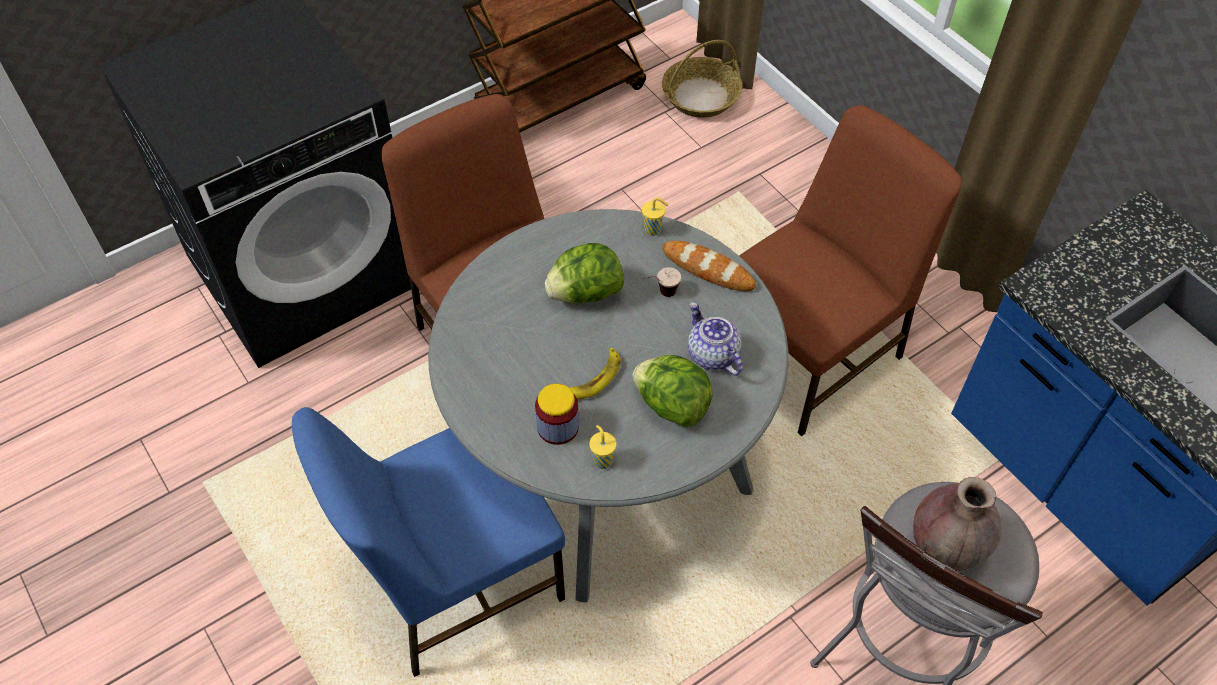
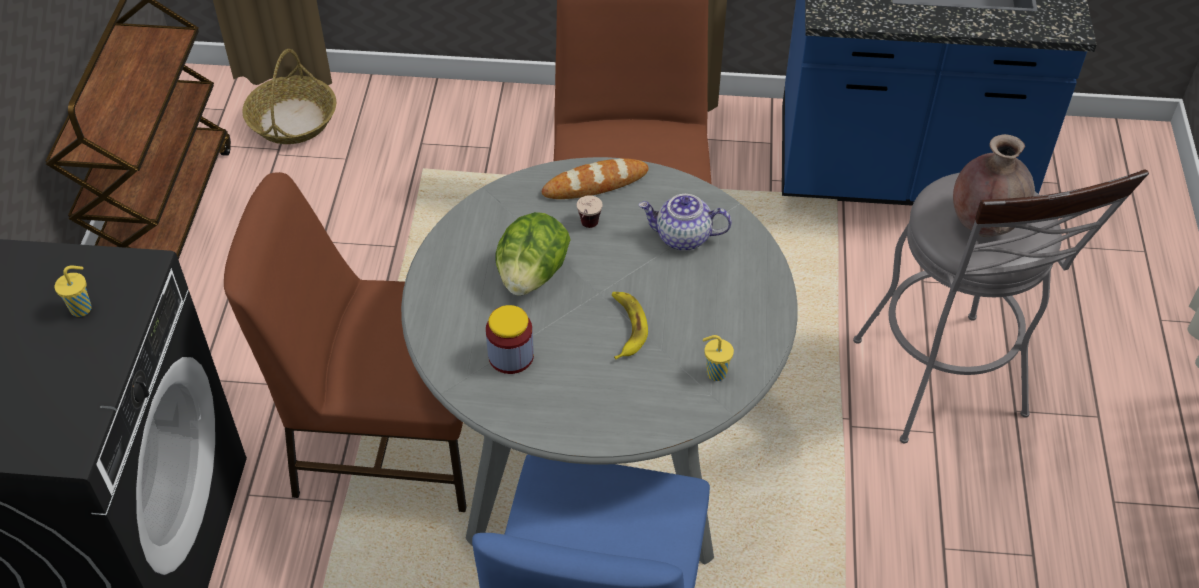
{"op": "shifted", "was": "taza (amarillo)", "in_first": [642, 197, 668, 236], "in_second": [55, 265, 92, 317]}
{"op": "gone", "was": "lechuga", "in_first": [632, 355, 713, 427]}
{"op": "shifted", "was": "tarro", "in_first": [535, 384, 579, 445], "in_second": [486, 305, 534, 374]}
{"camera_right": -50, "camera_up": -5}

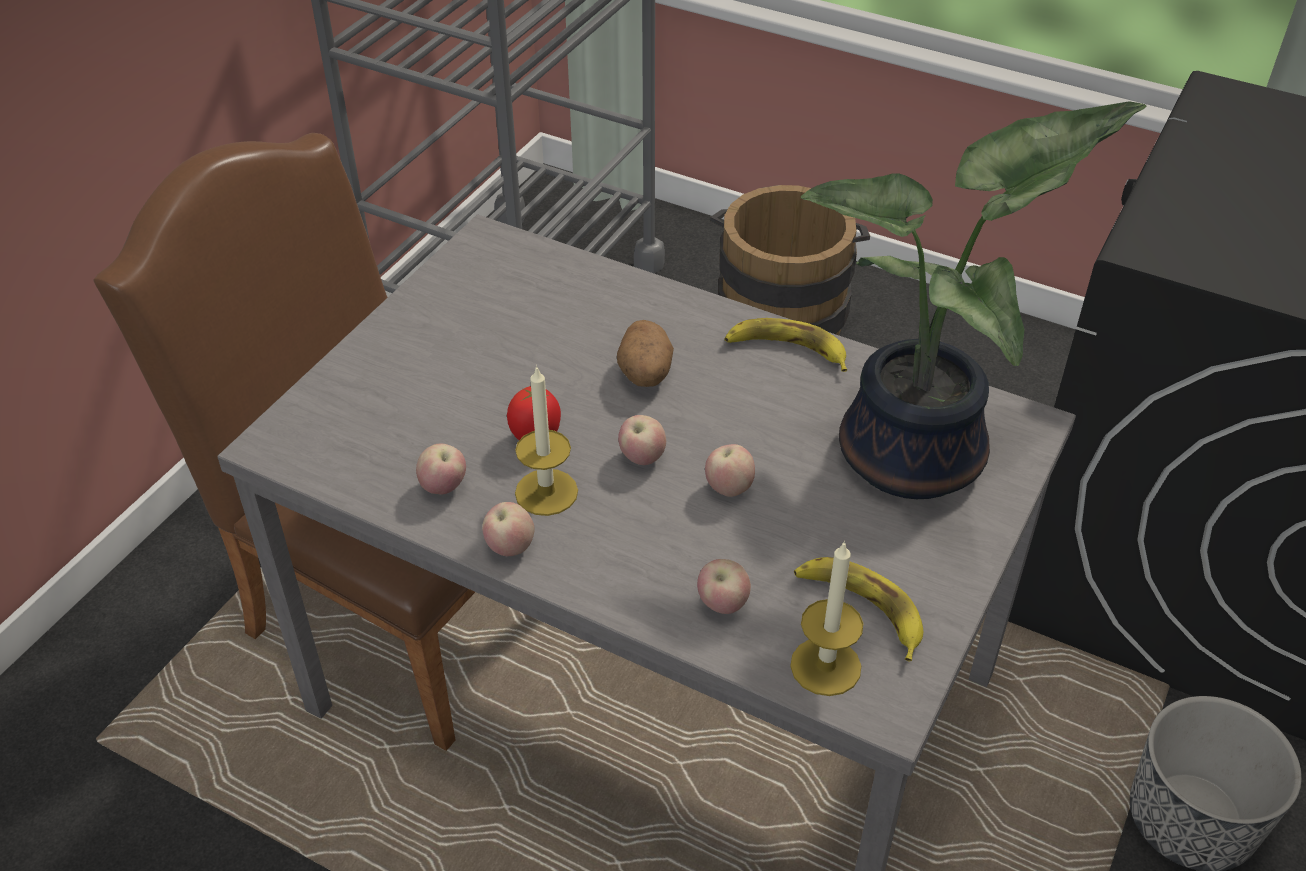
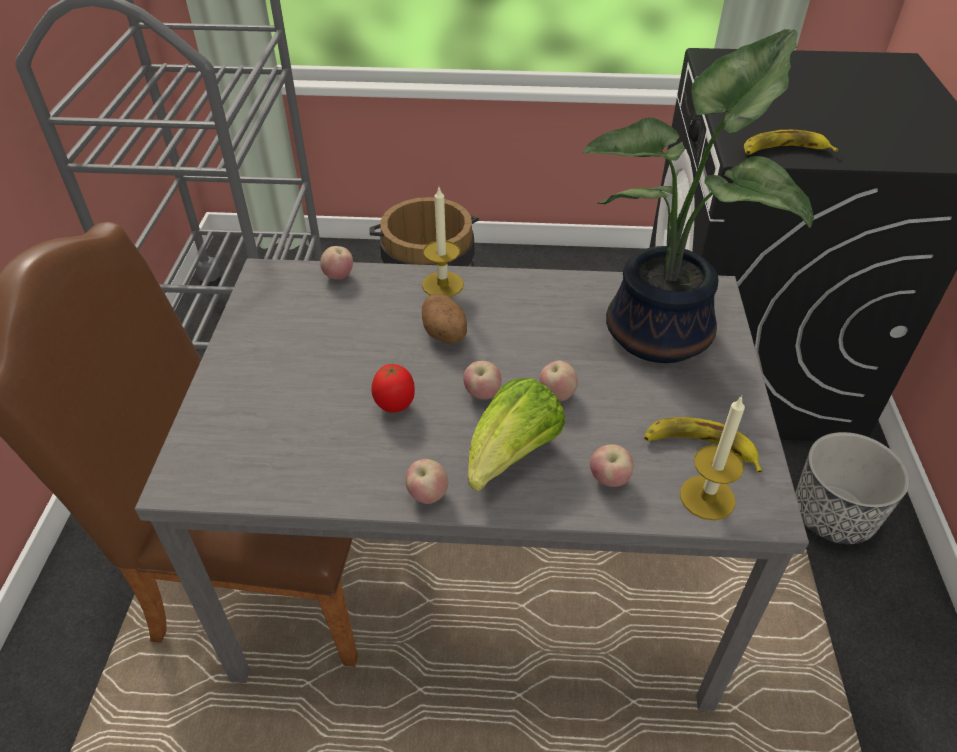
{"op": "shifted", "was": "plátano", "in_first": [724, 318, 847, 372], "in_second": [744, 130, 838, 155]}
{"op": "shifted", "was": "vela", "in_first": [515, 365, 578, 516], "in_second": [422, 188, 464, 297]}
{"op": "shifted", "was": "manzana", "in_first": [416, 444, 466, 494], "in_second": [320, 246, 353, 279]}
{"op": "new", "now": "lechuga", "in_second": [468, 378, 565, 491]}
{"camera_right": -25, "camera_up": 0}

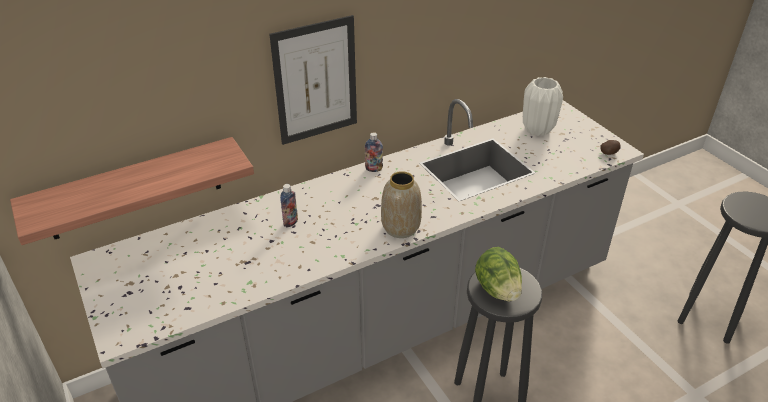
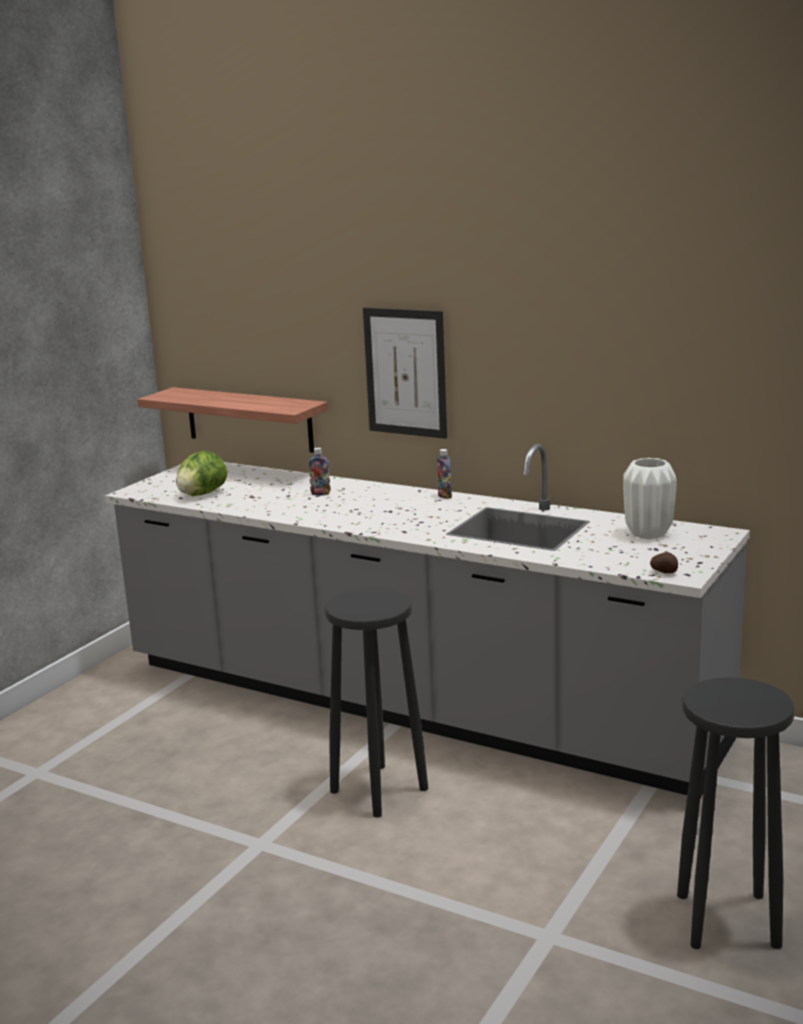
{"op": "gone", "was": "florero", "in_first": [381, 171, 422, 238]}
{"op": "shifted", "was": "lechuga", "in_first": [475, 247, 522, 301], "in_second": [176, 451, 227, 496]}
{"camera_right": 60, "camera_up": -20}

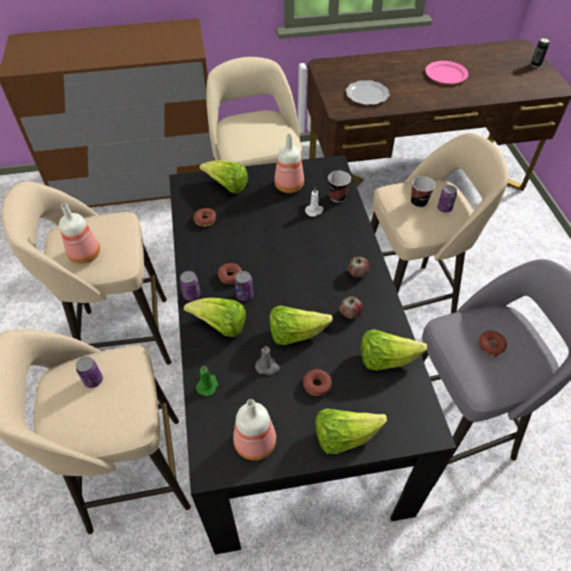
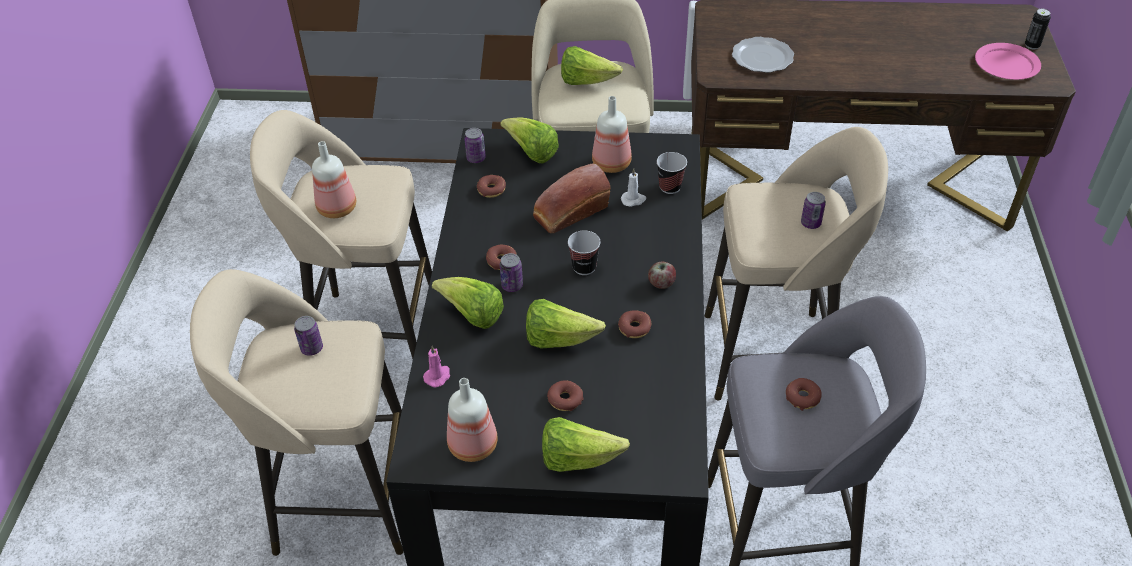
{"op": "shifted", "was": "plato (rosa)", "in_first": [425, 61, 468, 84], "in_second": [975, 43, 1041, 80]}
{"op": "shifted", "was": "taza", "in_first": [411, 176, 435, 208], "in_second": [568, 230, 601, 275]}
{"op": "shifted", "was": "lata", "in_first": [180, 271, 200, 301], "in_second": [464, 128, 486, 163]}
{"op": "swapped", "was": "manzana", "now": "rosquilla", "in_first": [339, 296, 363, 319], "in_second": [618, 310, 651, 338]}
{"op": "shifted", "was": "lechuga", "in_first": [361, 329, 427, 370], "in_second": [561, 46, 623, 85]}
{"op": "gone", "was": "vela (gris)", "in_first": [255, 345, 280, 375]}
{"op": "repainted", "was": "vela (verde)", "now": "vela (rosa)", "in_first": [196, 366, 218, 396], "in_second": [423, 346, 450, 387]}
{"op": "new", "now": "pan", "in_second": [533, 163, 610, 233]}
{"camera_right": 15, "camera_up": -5}

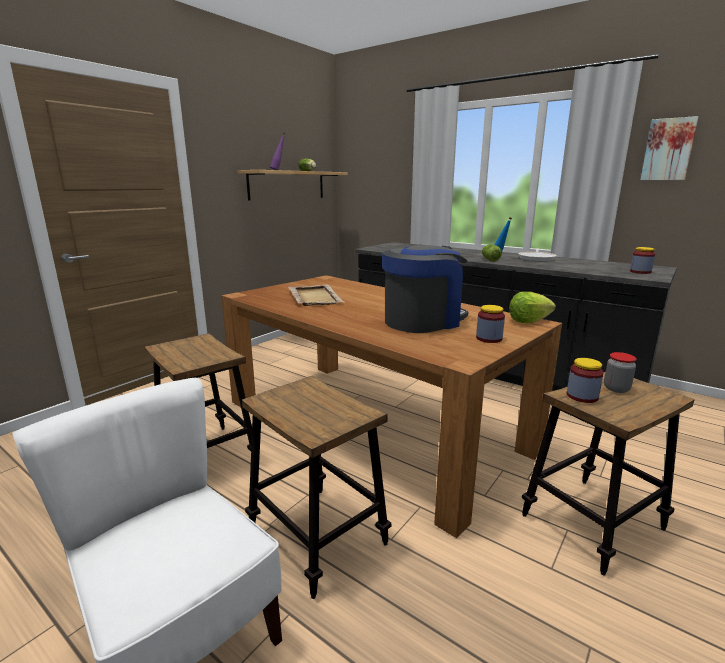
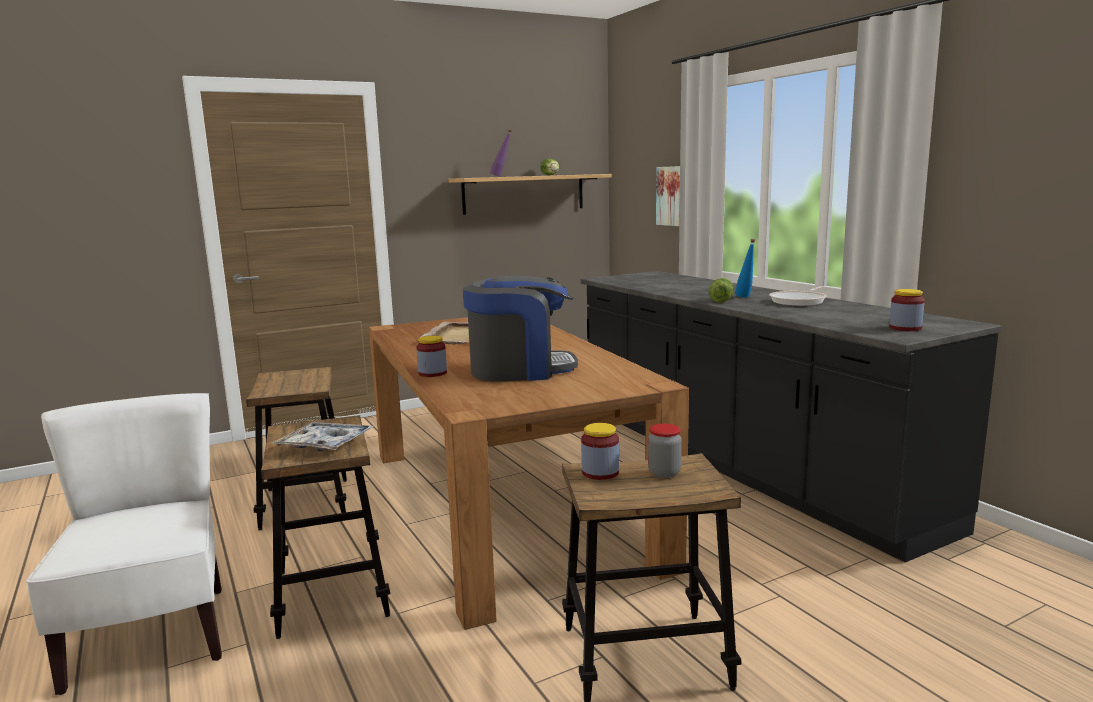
{"op": "shifted", "was": "cuadro", "in_first": [641, 116, 699, 180], "in_second": [656, 166, 680, 226]}
{"op": "gone", "was": "lechuga", "in_first": [509, 292, 556, 323]}
{"op": "shifted", "was": "tarro", "in_first": [476, 305, 505, 343], "in_second": [416, 336, 447, 377]}
{"op": "new", "now": "bandeja", "in_second": [272, 422, 374, 452]}
{"camera_right": 25, "camera_up": -5}

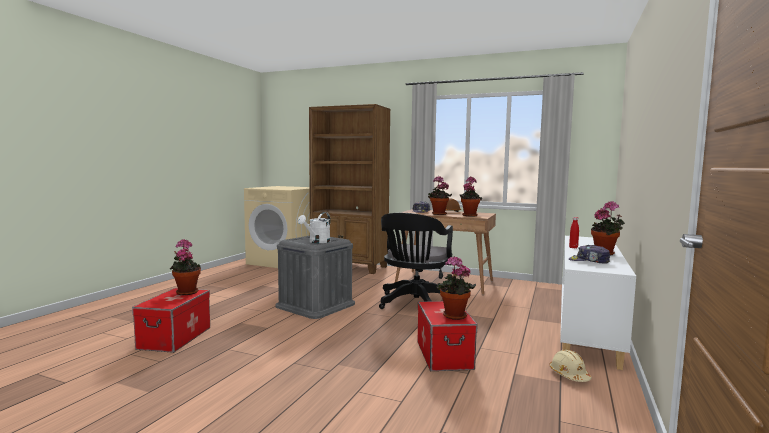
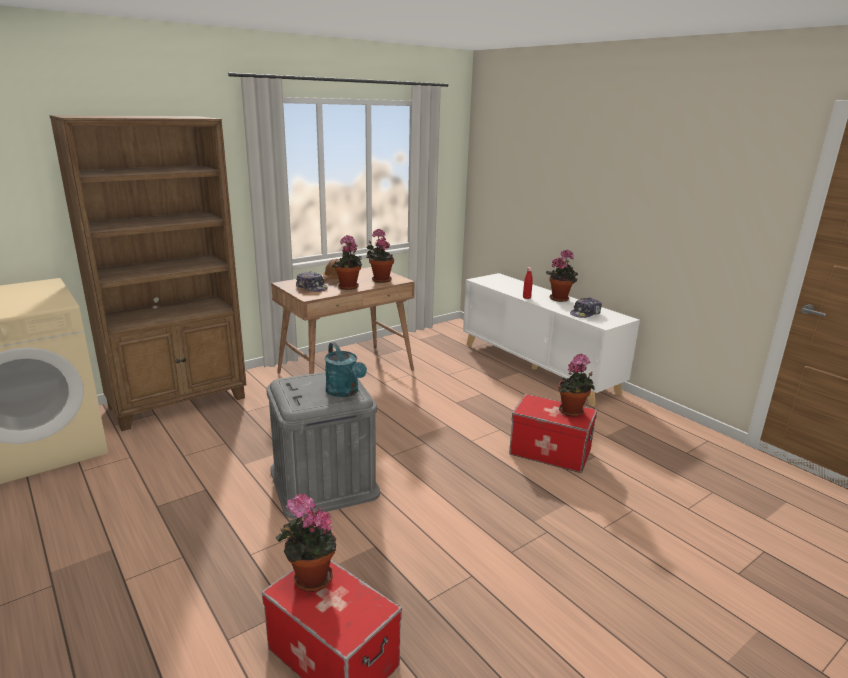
{"op": "repainted", "was": "regadera (blanco)", "now": "regadera (turquesa)", "in_first": [298, 212, 331, 243], "in_second": [325, 342, 367, 397]}
{"op": "gone", "was": "silla de oficina (negro)", "in_first": [379, 213, 453, 309]}
{"op": "gone", "was": "casco (beis)", "in_first": [550, 350, 592, 382]}
{"camera_right": -60, "camera_up": 15}

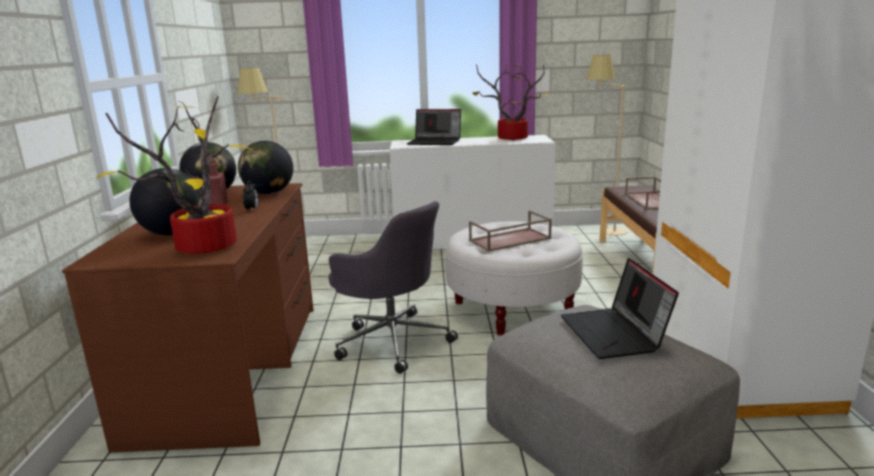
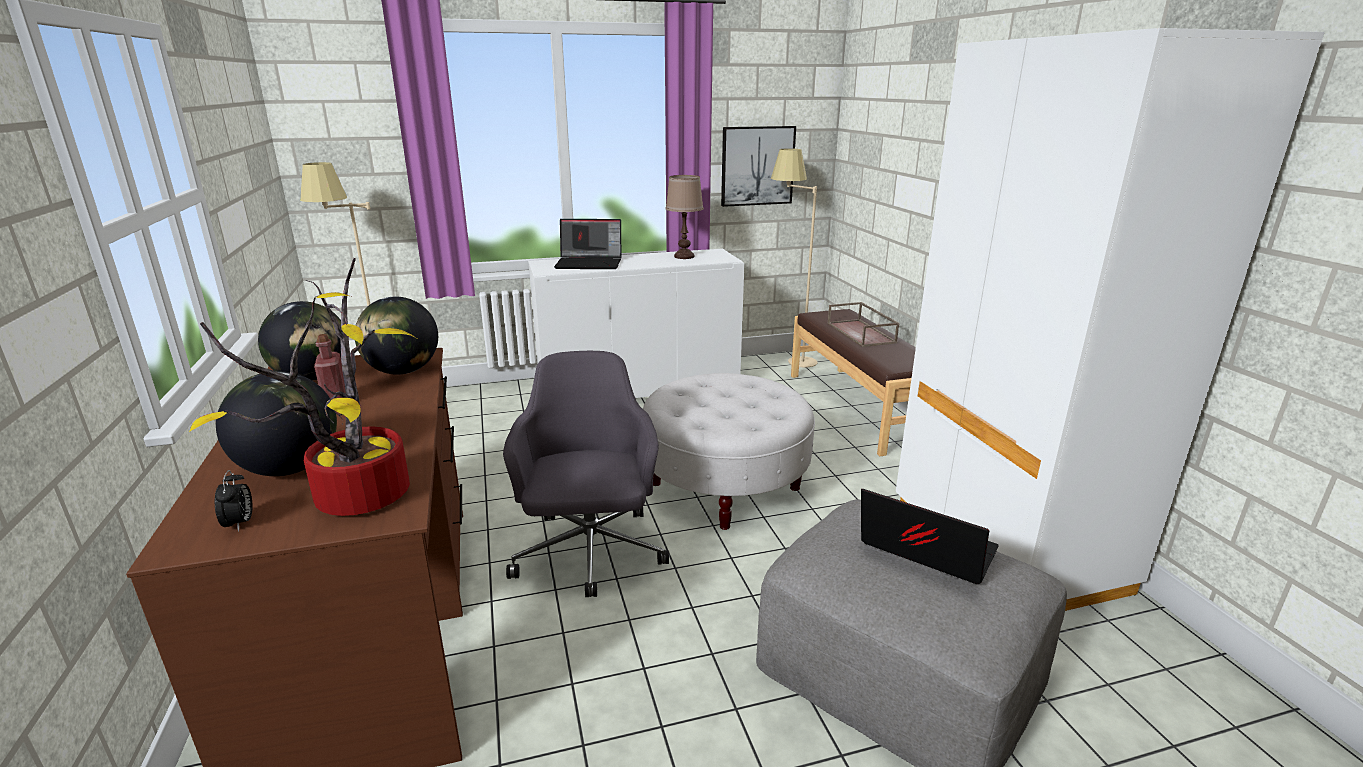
{"op": "swapped", "was": "planta en maceta", "now": "lámpara de mesa (marrón)", "in_first": [473, 64, 549, 140], "in_second": [665, 175, 704, 259]}
{"op": "shifted", "was": "despertador", "in_first": [243, 181, 259, 211], "in_second": [215, 470, 253, 532]}
{"op": "rotated", "was": "silla de oficina (gris)", "in_first": [329, 201, 458, 374], "in_second": [503, 351, 669, 597], "clockwise": -120}
{"op": "gone", "was": "bandeja (marrón)", "in_first": [469, 210, 552, 252]}
{"op": "rotated", "was": "portátil", "in_first": [561, 258, 679, 359], "in_second": [861, 489, 999, 584], "clockwise": 150}
{"op": "new", "now": "cuadro", "in_second": [721, 126, 796, 207]}
{"camera_right": -15, "camera_up": 5}

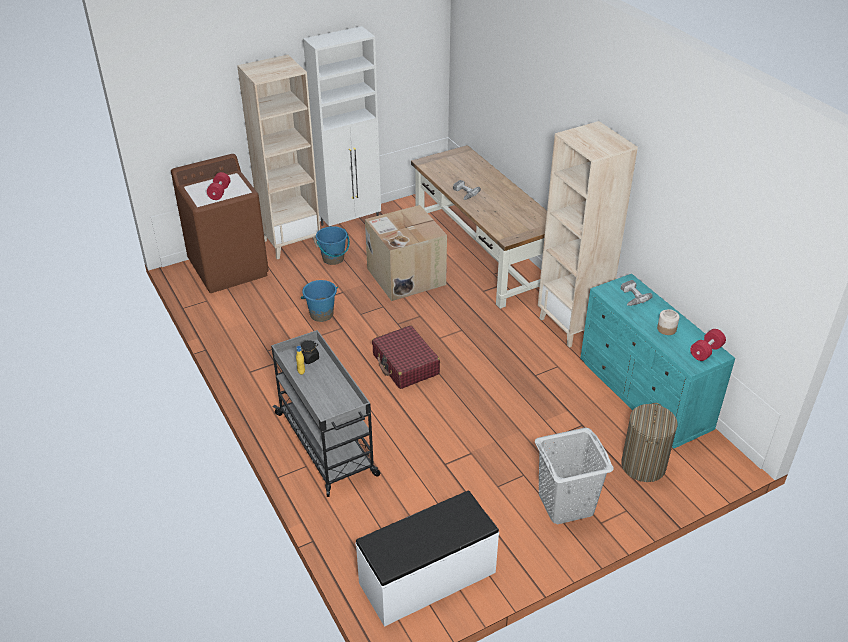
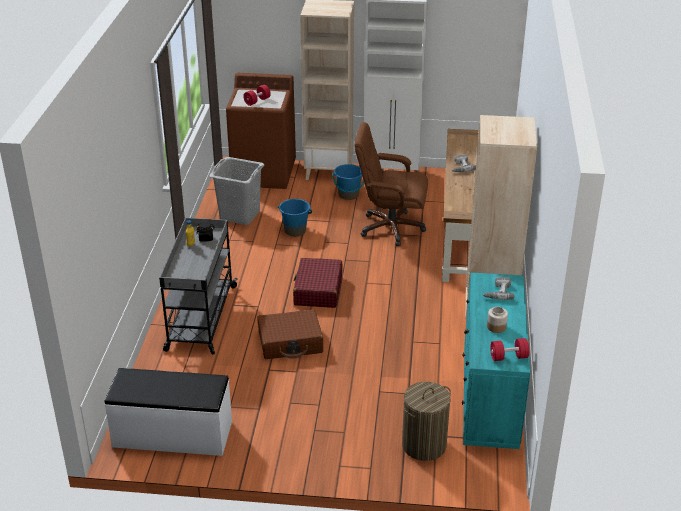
{"op": "swapped", "was": "caja de cartón", "now": "silla de oficina (marrón)", "in_first": [365, 205, 447, 301], "in_second": [355, 122, 428, 246]}
{"op": "shifted", "was": "cesto de la ropa (gris)", "in_first": [535, 427, 614, 524], "in_second": [209, 157, 264, 225]}
{"op": "new", "now": "maleta (marrón)", "in_second": [257, 309, 323, 359]}
{"camera_right": 35, "camera_up": -5}

